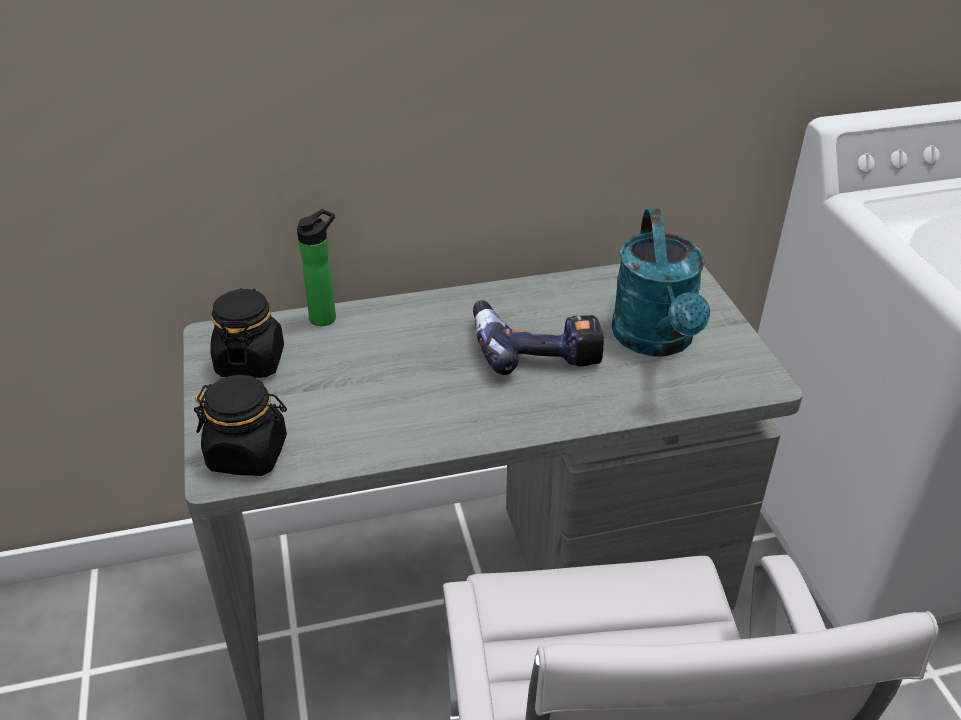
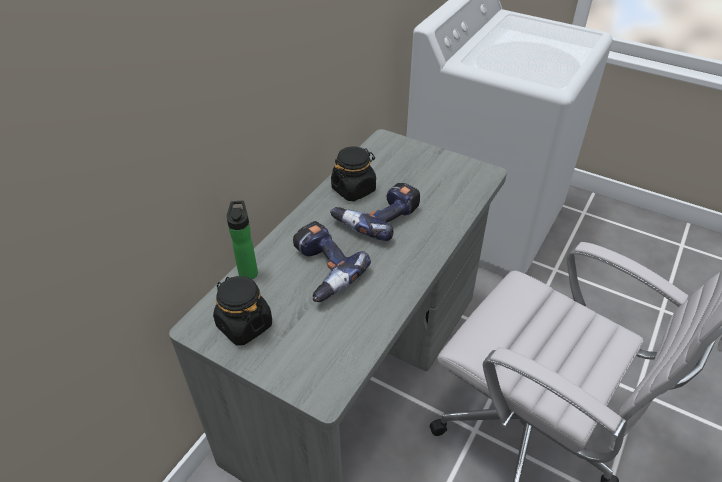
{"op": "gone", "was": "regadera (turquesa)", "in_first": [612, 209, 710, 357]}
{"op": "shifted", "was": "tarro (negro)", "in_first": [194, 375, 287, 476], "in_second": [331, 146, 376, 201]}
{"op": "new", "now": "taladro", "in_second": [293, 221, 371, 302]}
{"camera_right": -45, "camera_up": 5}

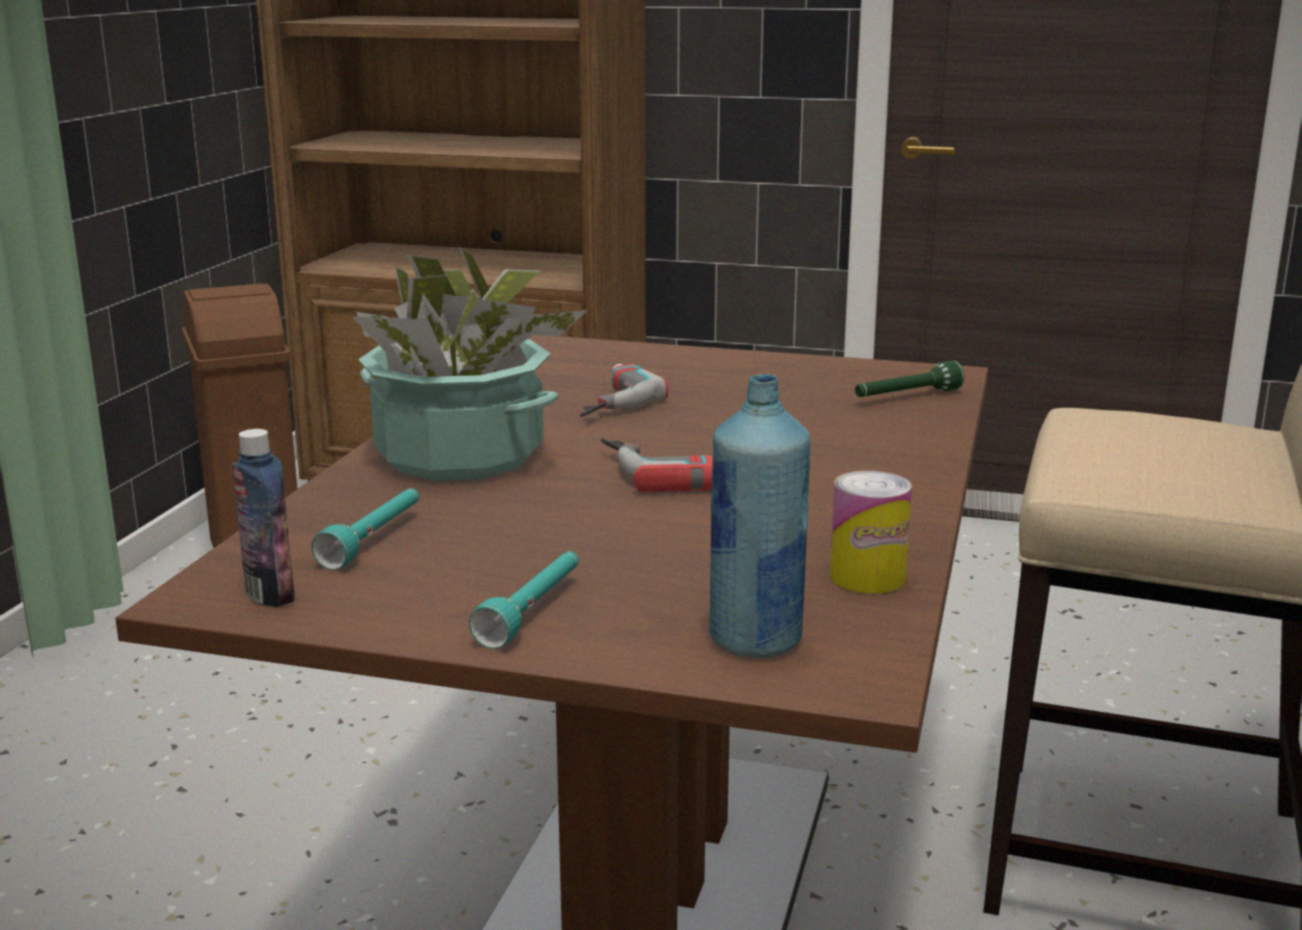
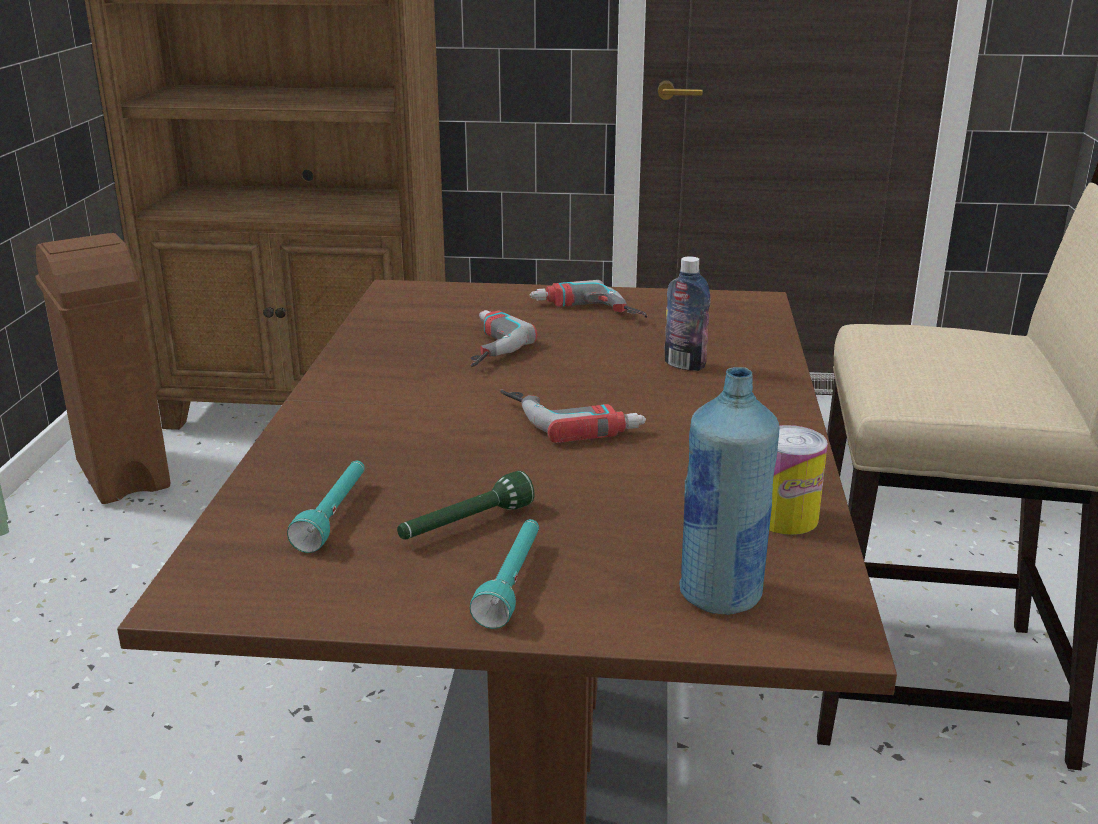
{"op": "gone", "was": "planta en maceta", "in_first": [352, 247, 588, 480]}
{"op": "shifted", "was": "linterna (verde)", "in_first": [855, 360, 964, 397], "in_second": [397, 471, 535, 540]}
{"op": "shifted", "was": "botella", "in_first": [232, 429, 295, 607], "in_second": [664, 256, 710, 371]}
{"op": "new", "now": "taladro", "in_second": [530, 280, 647, 318]}
{"camera_right": -10, "camera_up": 5}

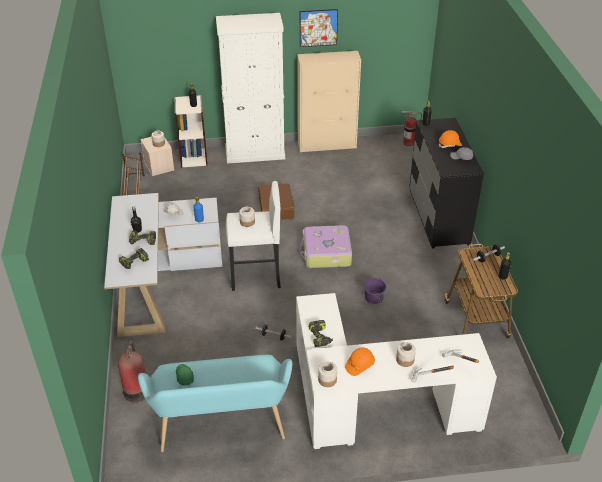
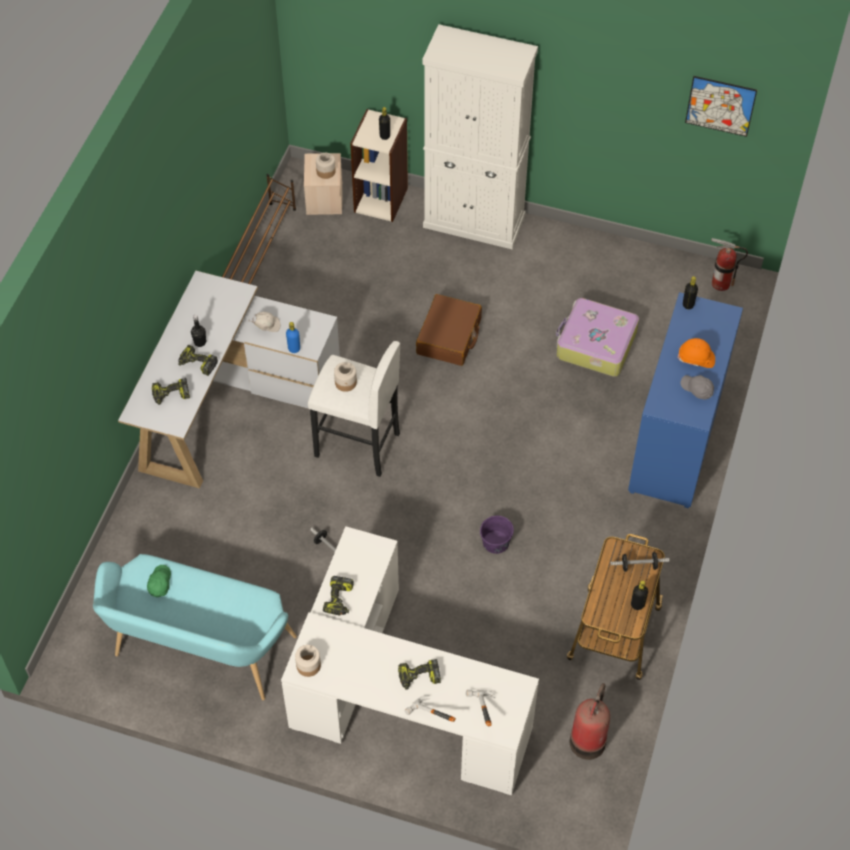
{"op": "shifted", "was": "cuadro", "in_first": [300, 9, 338, 47], "in_second": [685, 76, 757, 137]}
{"op": "gone", "was": "armario (beis)", "in_first": [297, 51, 361, 152]}
{"op": "repainted", "was": "cómoda (negro)", "now": "cómoda (azul)", "in_first": [409, 118, 484, 248], "in_second": [628, 292, 743, 508]}
{"op": "shifted", "was": "maleta", "in_first": [299, 225, 352, 268], "in_second": [556, 298, 639, 377]}
{"op": "shifted", "was": "extintor", "in_first": [118, 340, 146, 403], "in_second": [570, 683, 610, 760]}
{"op": "swapped", "was": "tarro", "now": "taladro", "in_first": [396, 342, 416, 367], "in_second": [398, 659, 441, 690]}
{"op": "gone", "was": "casco (naranja)", "in_first": [345, 347, 375, 376]}
{"camera_right": 25, "camera_up": 15}

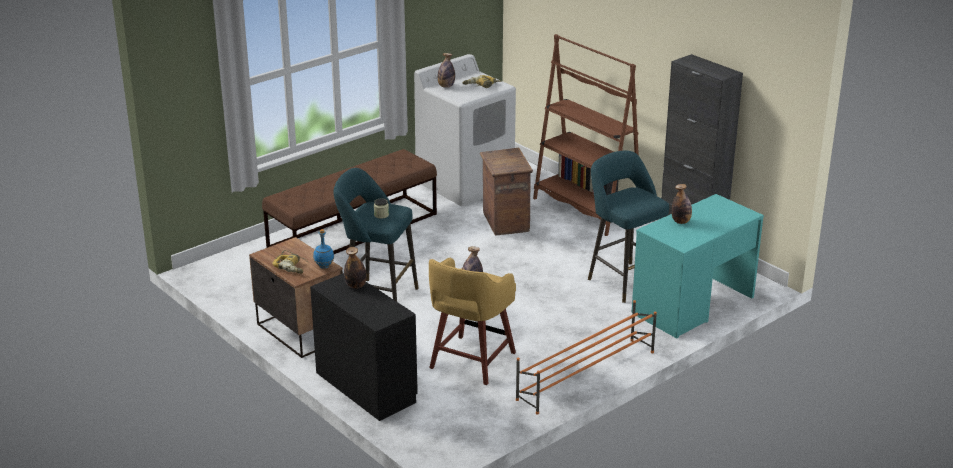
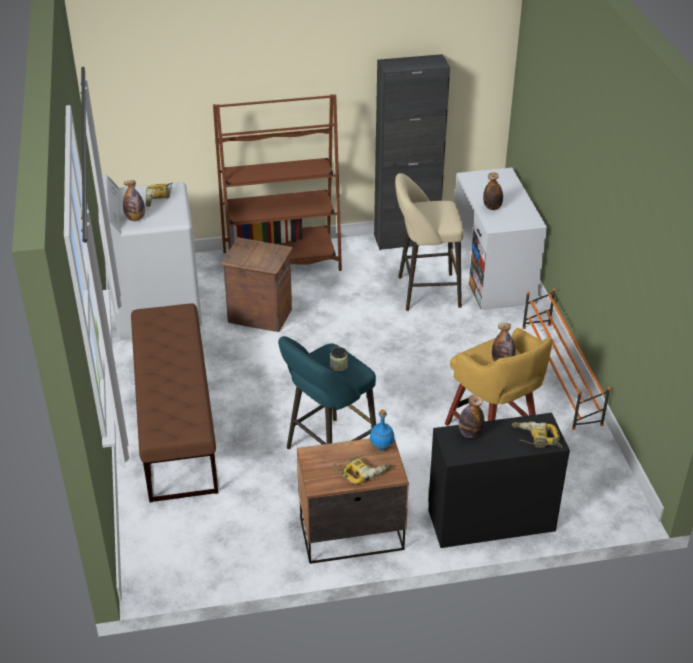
{"op": "repainted", "was": "taburete (turquesa)", "now": "taburete (beis)", "in_first": [588, 150, 669, 303], "in_second": [395, 173, 464, 311]}
{"op": "repainted", "was": "escritorio (turquesa)", "now": "escritorio (blanco)", "in_first": [632, 194, 764, 338], "in_second": [453, 168, 547, 310]}
{"op": "new", "now": "taladro", "in_second": [512, 421, 562, 448]}
{"camera_right": -60, "camera_up": 10}

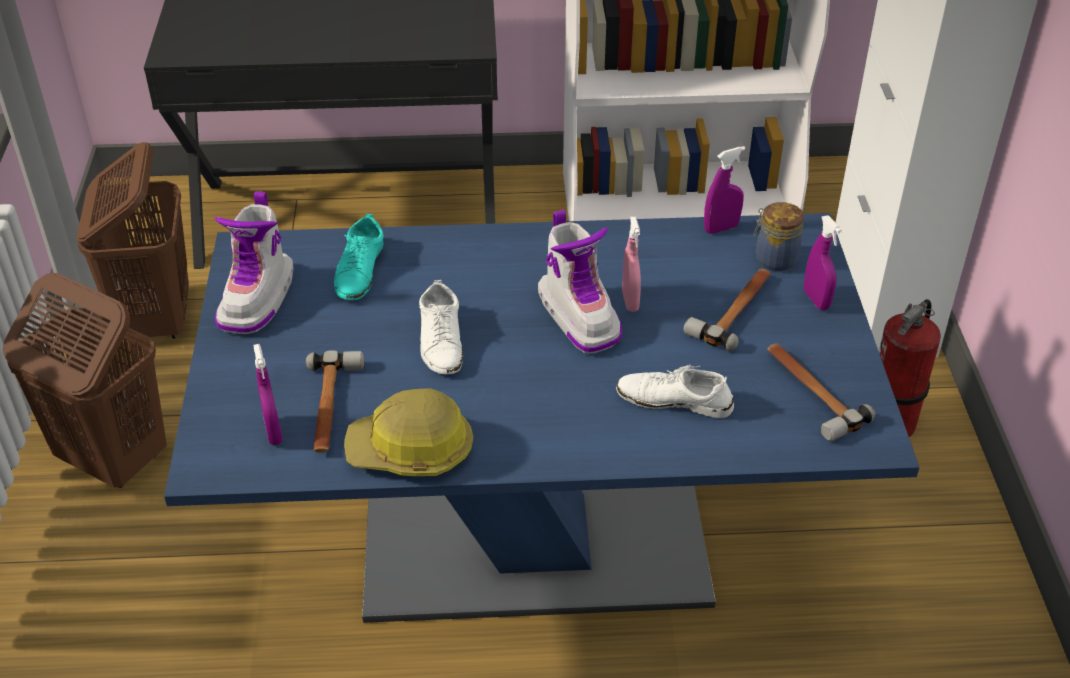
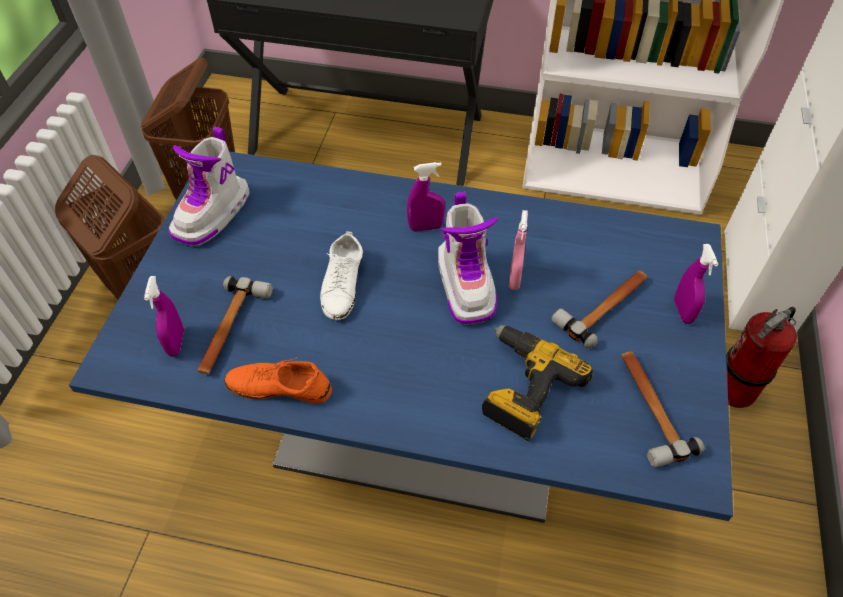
{"op": "shifted", "was": "pulverizador (morado)", "in_first": [704, 146, 746, 234], "in_second": [407, 162, 445, 232]}
{"op": "gone", "was": "tarro", "in_first": [753, 202, 804, 271]}
{"op": "gone", "was": "zapato (turquesa)", "in_first": [334, 214, 384, 300]}
{"op": "swapped", "was": "zapato (blanco)", "now": "taladro", "in_first": [616, 365, 734, 418], "in_second": [482, 325, 593, 441]}
{"op": "swapped", "was": "casco", "now": "zapato (naranja)", "in_first": [344, 388, 473, 476], "in_second": [225, 357, 332, 404]}
{"camera_right": 15, "camera_up": 10}

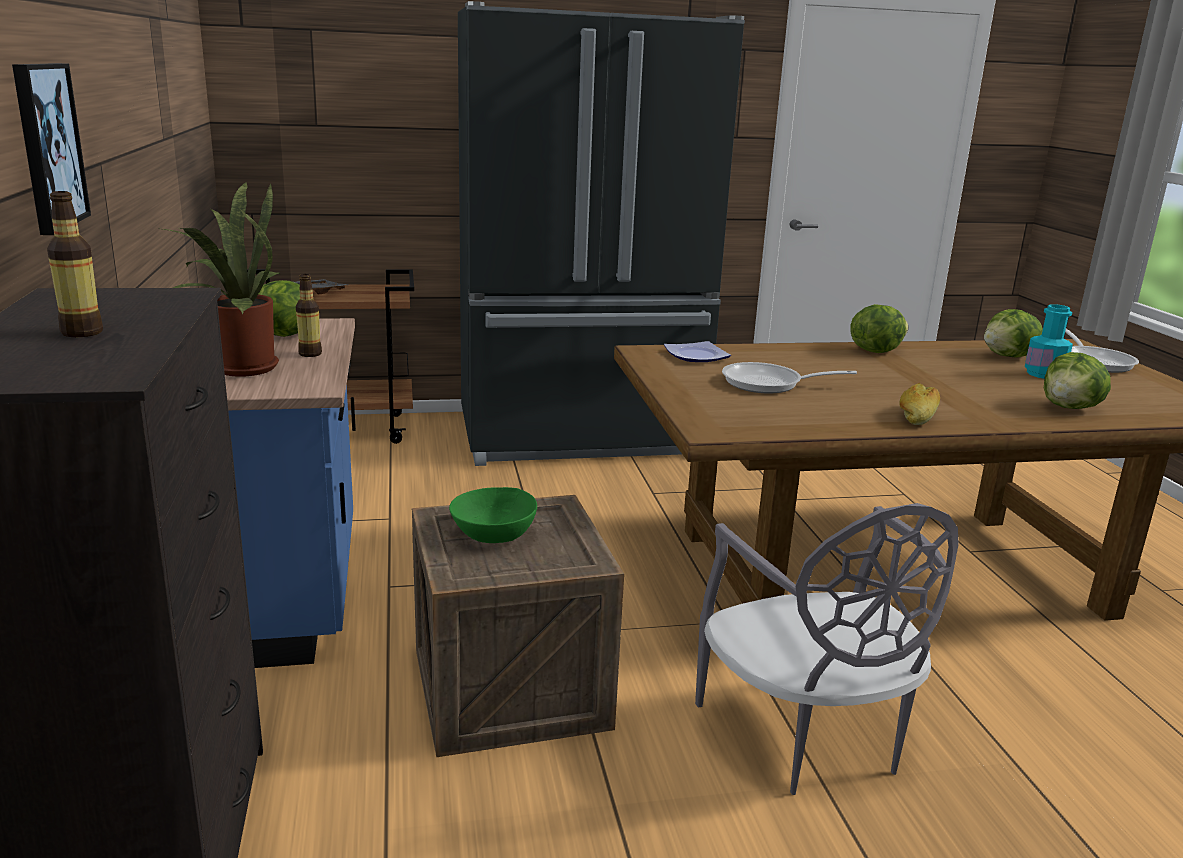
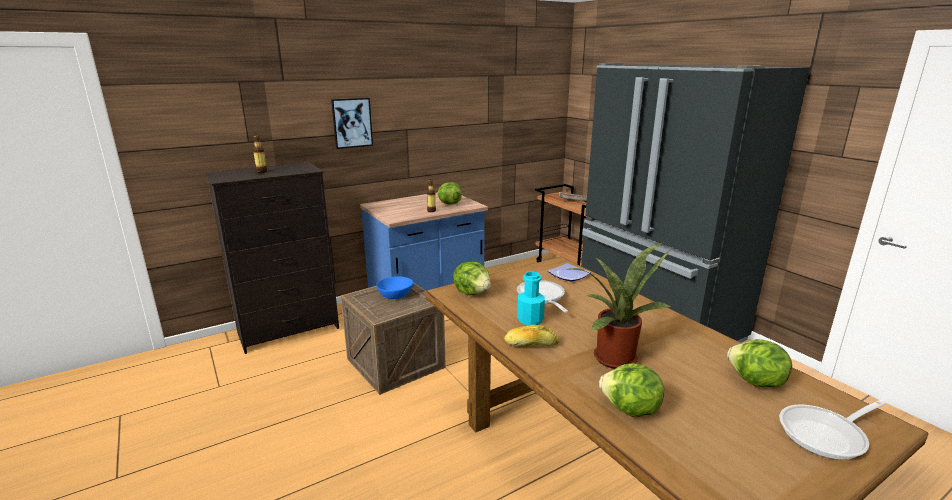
{"op": "shifted", "was": "planta en maceta", "in_first": [157, 182, 280, 377], "in_second": [566, 242, 671, 369]}
{"op": "shifted", "was": "lechuga", "in_first": [850, 304, 908, 353], "in_second": [453, 262, 491, 295]}
{"op": "shifted", "was": "botella (turquesa)", "in_first": [1025, 304, 1073, 379], "in_second": [517, 271, 545, 325]}
{"op": "repainted", "was": "cuenco (verde)", "now": "cuenco (azul)", "in_first": [449, 487, 537, 543], "in_second": [376, 276, 414, 299]}
{"op": "gone", "was": "silla (gris)", "in_first": [695, 503, 959, 795]}
{"camera_right": 70, "camera_up": 0}

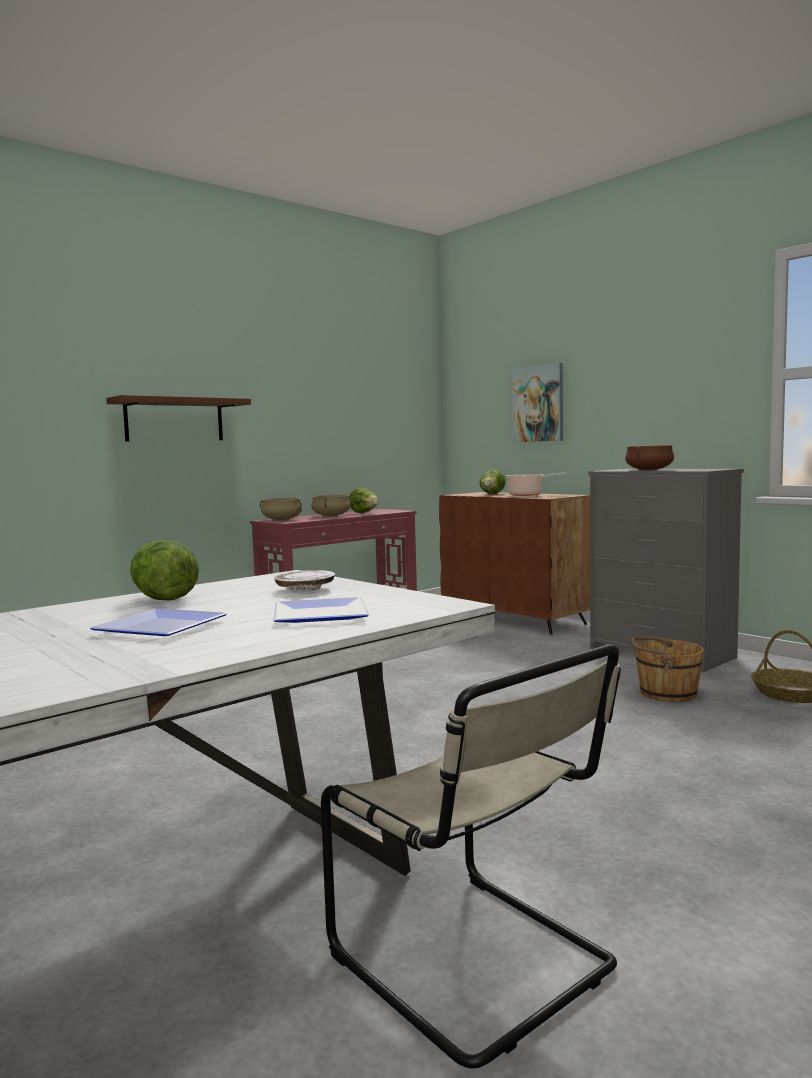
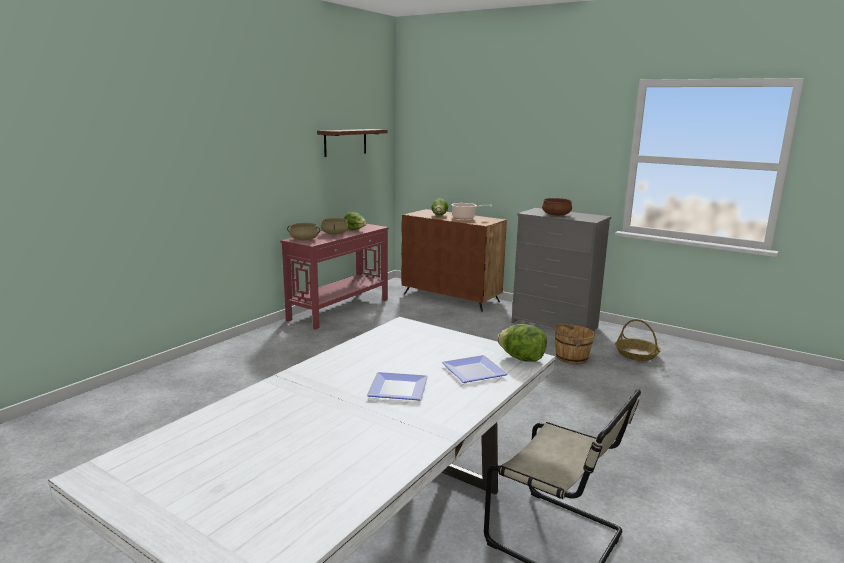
{"op": "gone", "was": "cuadro", "in_first": [512, 363, 563, 442]}
{"op": "shifted", "was": "estante (marrón)", "in_first": [106, 395, 251, 441], "in_second": [317, 129, 388, 157]}
{"op": "shifted", "was": "lechuga", "in_first": [130, 540, 199, 600], "in_second": [498, 324, 547, 362]}
{"op": "gone", "was": "plato (blanco)", "in_first": [274, 570, 335, 592]}
{"camera_right": -15, "camera_up": 10}

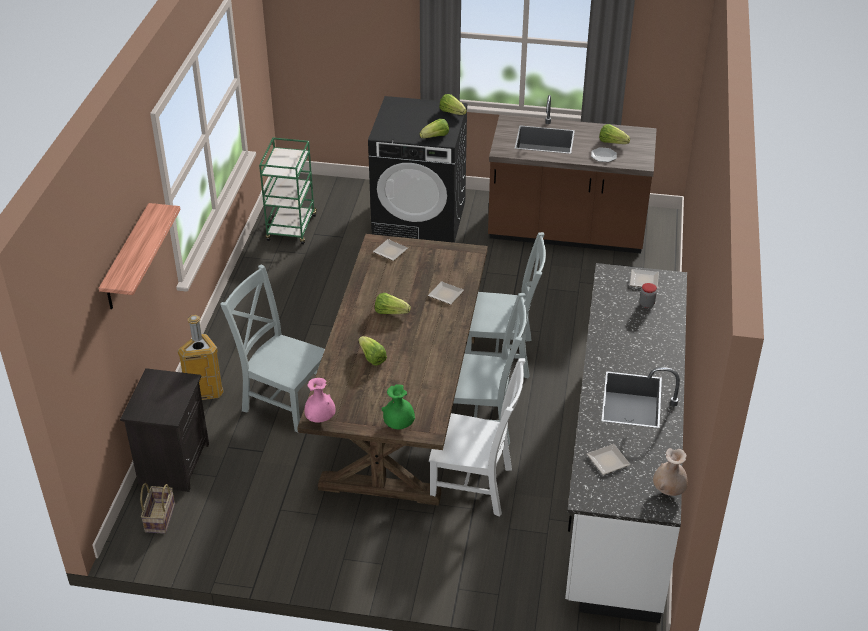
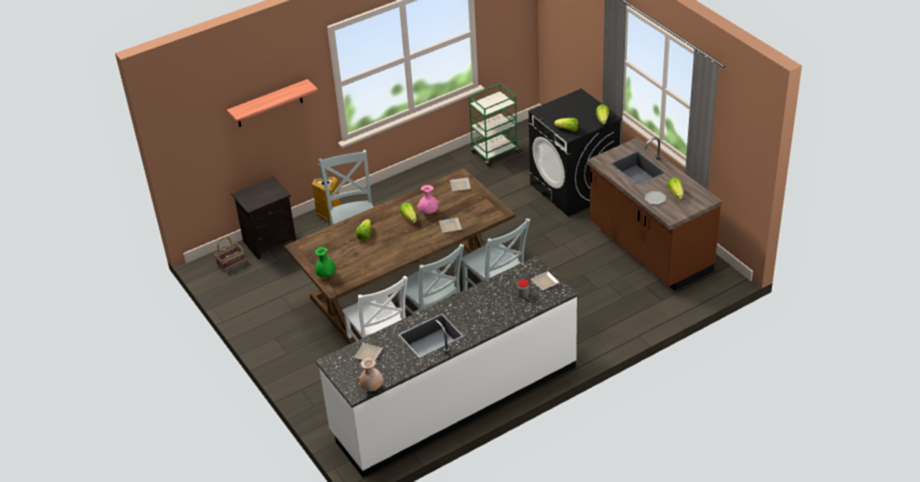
{"op": "shifted", "was": "florero (rosa)", "in_first": [304, 378, 336, 423], "in_second": [417, 185, 439, 214]}
{"camera_right": 50, "camera_up": 0}

